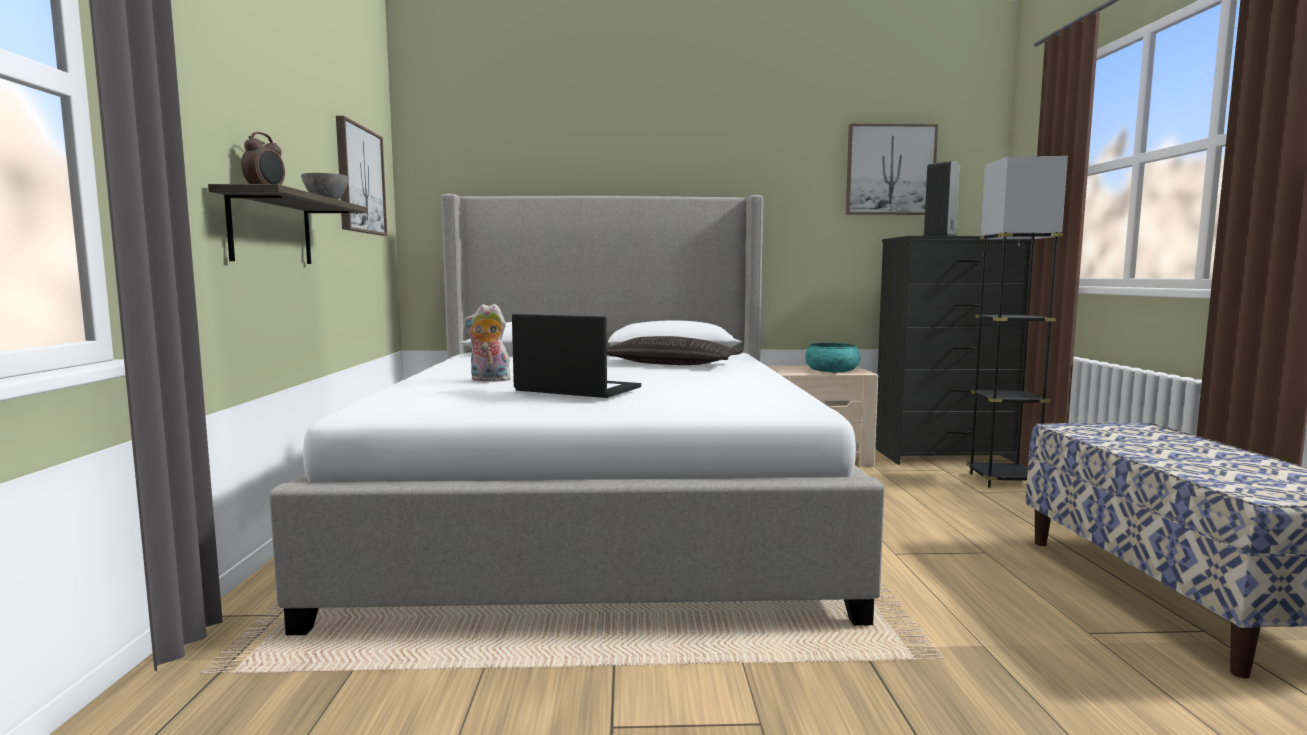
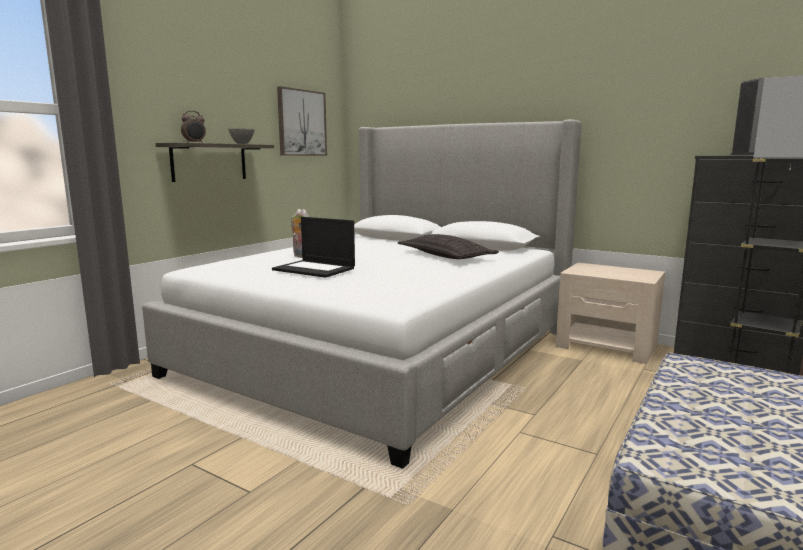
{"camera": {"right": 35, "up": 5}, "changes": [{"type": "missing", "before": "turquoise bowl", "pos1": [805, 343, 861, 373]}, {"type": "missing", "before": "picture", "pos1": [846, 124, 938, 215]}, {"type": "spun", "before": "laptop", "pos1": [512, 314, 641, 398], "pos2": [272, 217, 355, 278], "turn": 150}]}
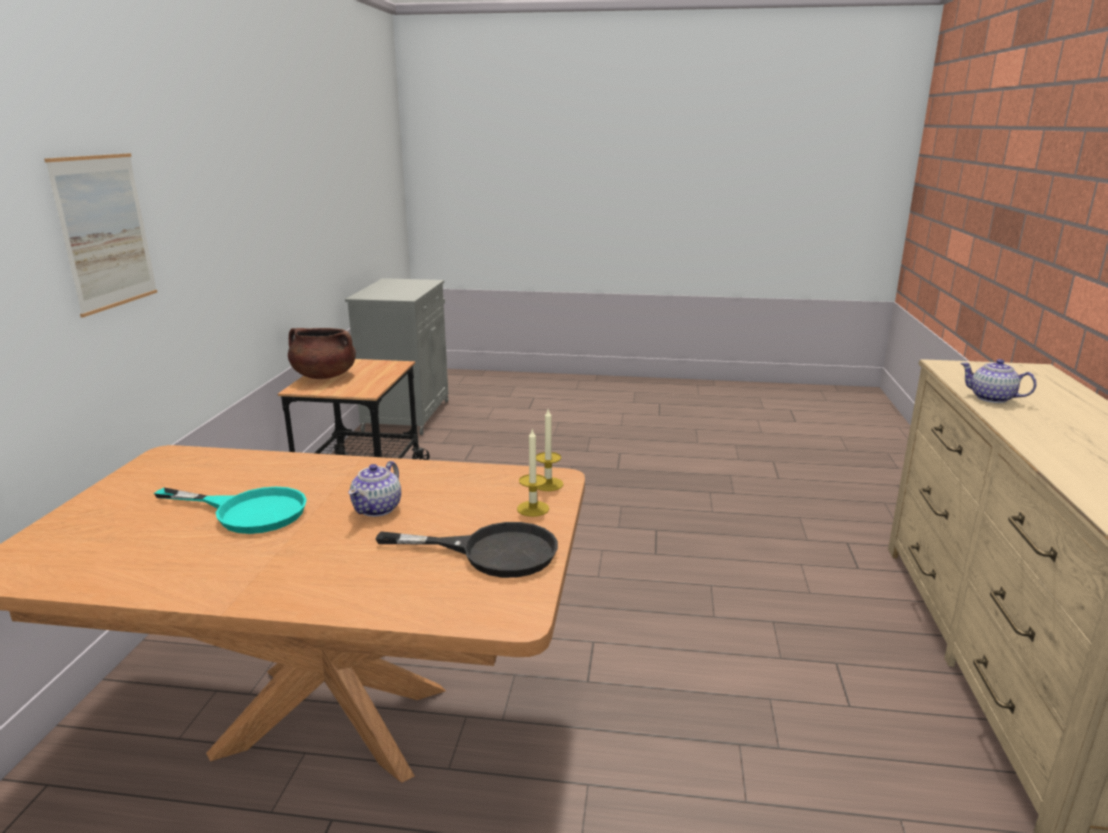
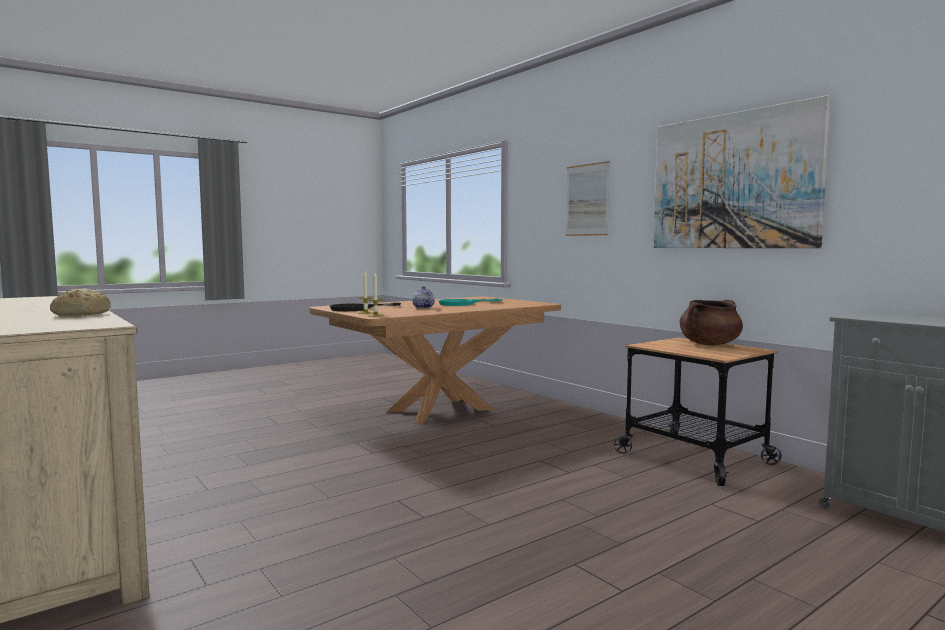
{"camera": {"right": 135, "up": -15}, "changes": [{"type": "appeared", "after": "picture", "pos2": [653, 95, 831, 248]}, {"type": "exchanged", "before": "teapot", "after": "bread", "pos1": [960, 359, 1037, 403], "pos2": [50, 288, 111, 315]}]}
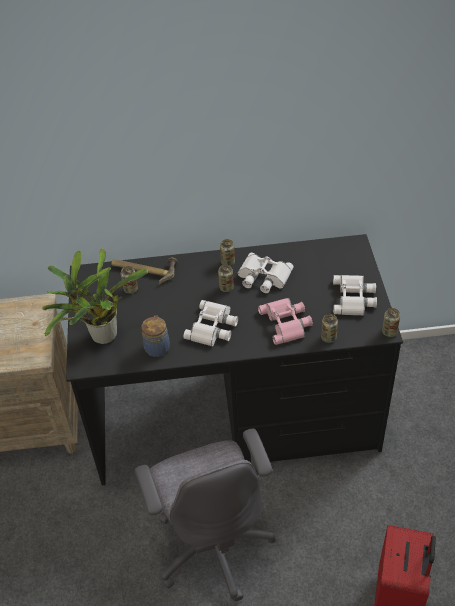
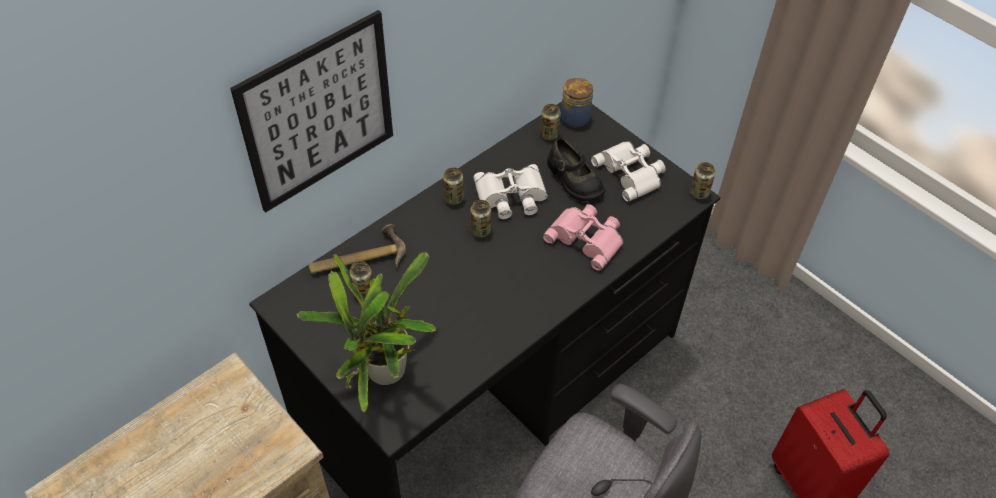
{"camera": {"right": -40, "up": 5}, "changes": [{"type": "missing", "before": "white binoculars", "pos1": [183, 300, 238, 347]}, {"type": "appeared", "after": "picture", "pos2": [230, 10, 393, 212]}, {"type": "appeared", "after": "black shoe", "pos2": [547, 137, 605, 201]}, {"type": "relocated", "before": "jar", "pos1": [141, 316, 170, 357], "pos2": [560, 78, 593, 127]}, {"type": "relocated", "before": "can", "pos1": [321, 314, 338, 343], "pos2": [540, 104, 561, 140]}]}
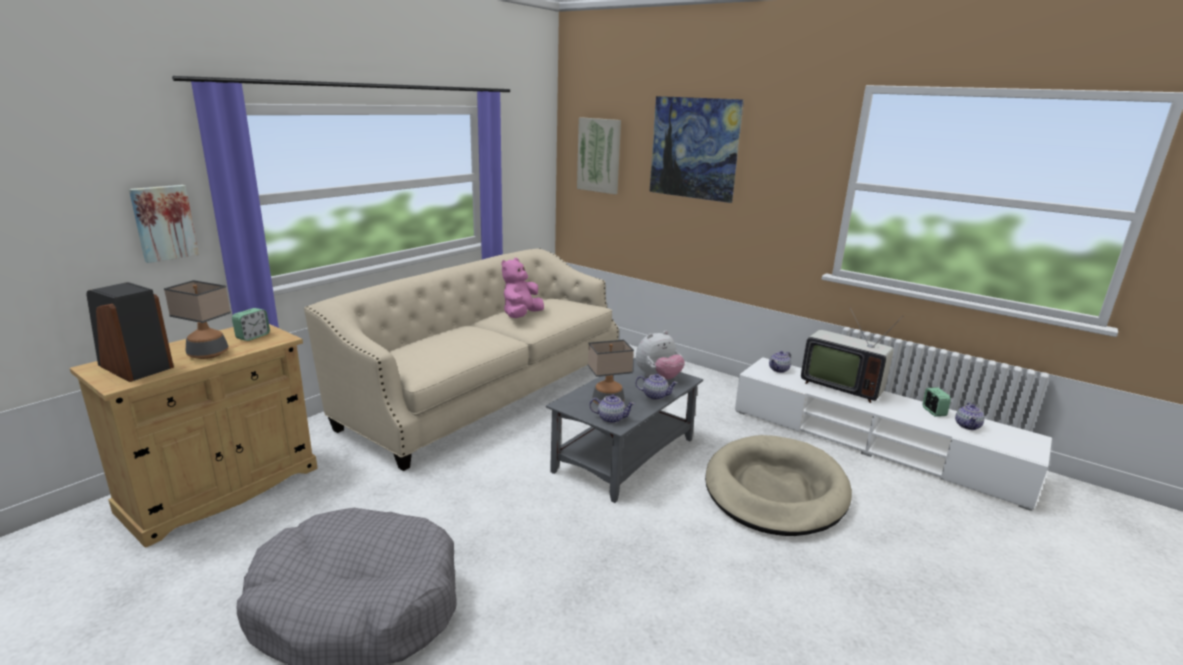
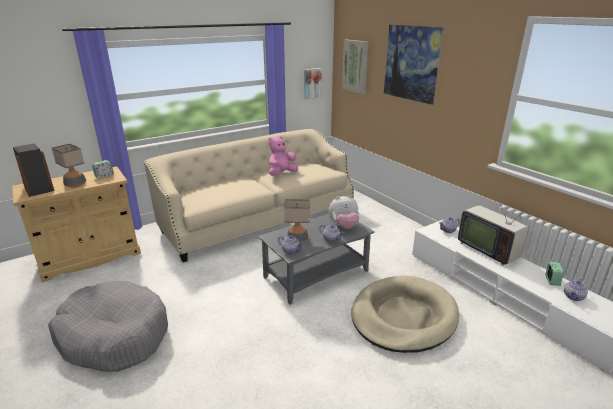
{"camera": {"right": 20, "up": 5}, "changes": [{"type": "relocated", "before": "picture", "pos1": [129, 185, 199, 263], "pos2": [304, 68, 322, 99]}]}
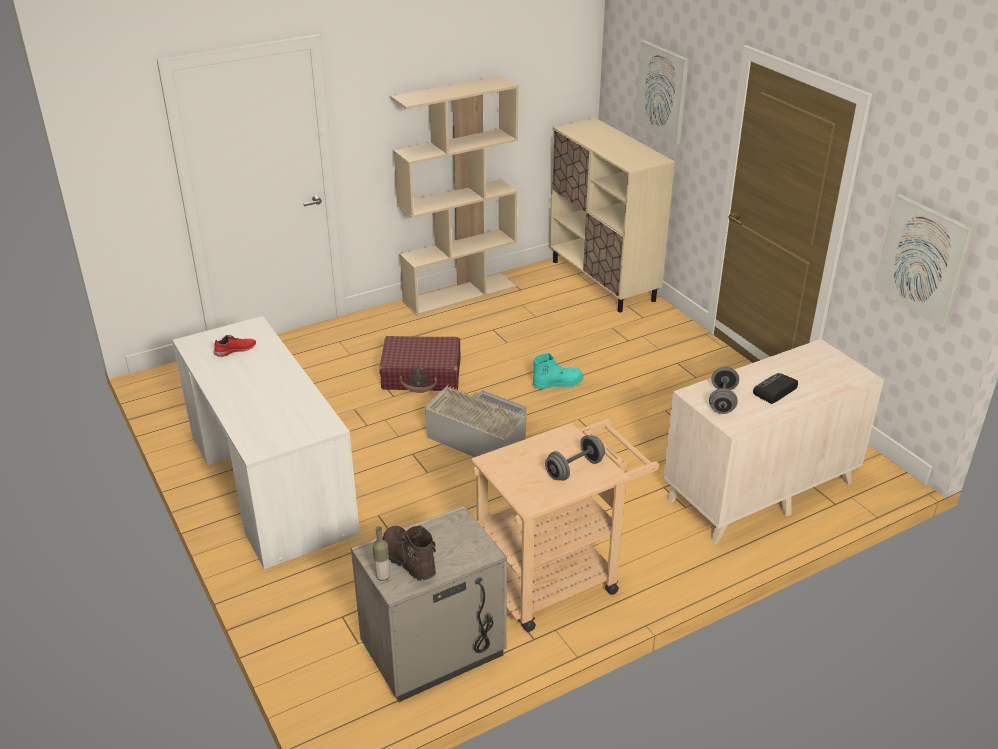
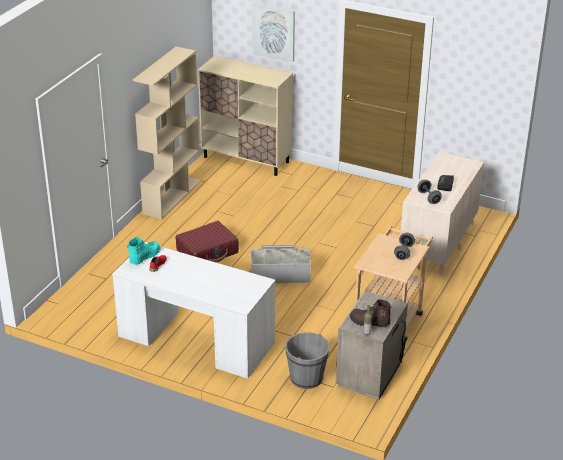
{"camera": {"right": -35, "up": 0}, "changes": [{"type": "missing", "before": "picture", "pos1": [874, 194, 974, 328]}, {"type": "appeared", "after": "grey bucket", "pos2": [285, 332, 330, 389]}, {"type": "relocated", "before": "turquoise boot", "pos1": [532, 353, 583, 389], "pos2": [127, 237, 161, 265]}]}
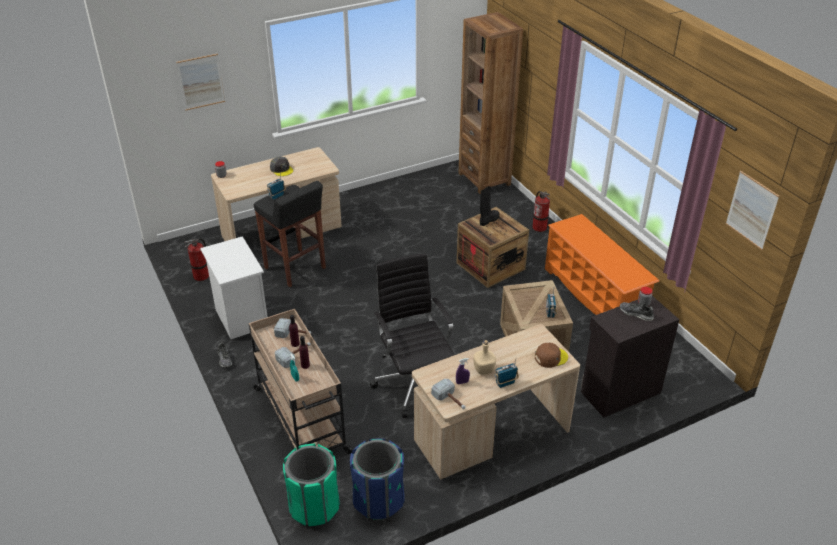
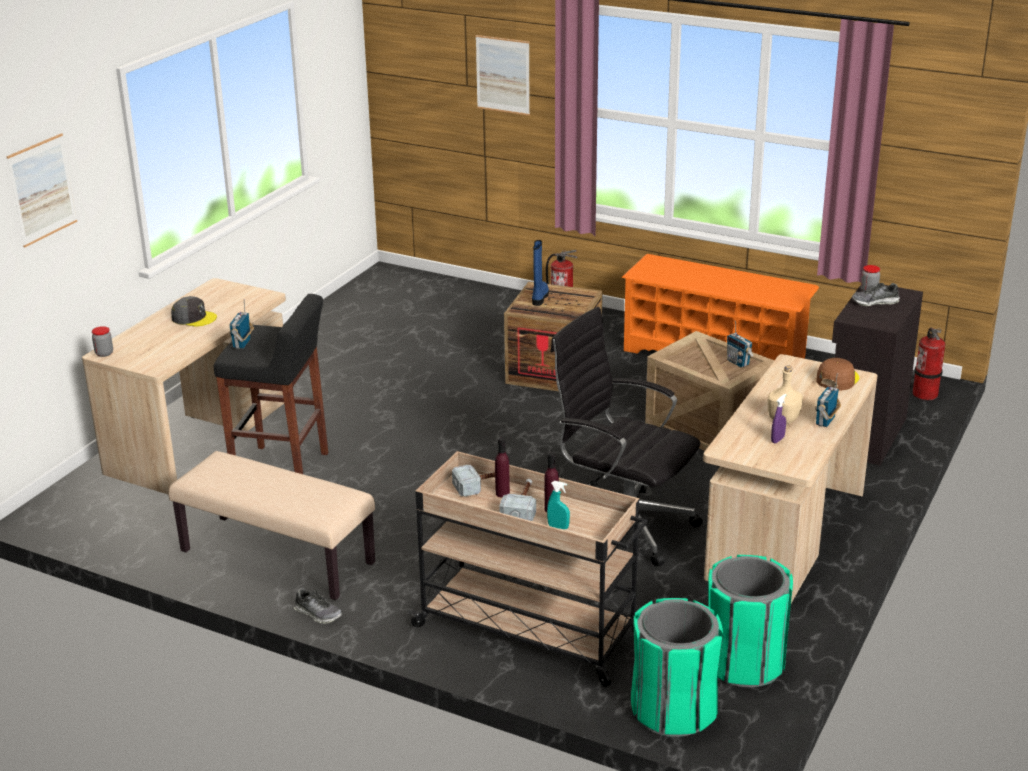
{"camera": {"right": -35, "up": -10}, "changes": [{"type": "missing", "before": "hammer", "pos1": [431, 379, 466, 409]}, {"type": "missing", "before": "brown bookcase", "pos1": [458, 12, 523, 194]}, {"type": "relocated", "before": "fire extinguisher", "pos1": [184, 238, 209, 281], "pos2": [913, 328, 945, 400]}, {"type": "relocated", "before": "picture", "pos1": [726, 171, 779, 250], "pos2": [475, 35, 530, 116]}, {"type": "exchanged", "before": "white nightstand", "after": "beige bench", "pos1": [200, 236, 268, 339], "pos2": [168, 451, 375, 600]}, {"type": "colour", "before": "blue trash can", "after": "green trash can", "pos1": [350, 439, 405, 520], "pos2": [708, 555, 793, 687]}, {"type": "colour", "before": "black boot", "after": "blue boot", "pos1": [480, 186, 500, 226], "pos2": [532, 240, 549, 306]}]}
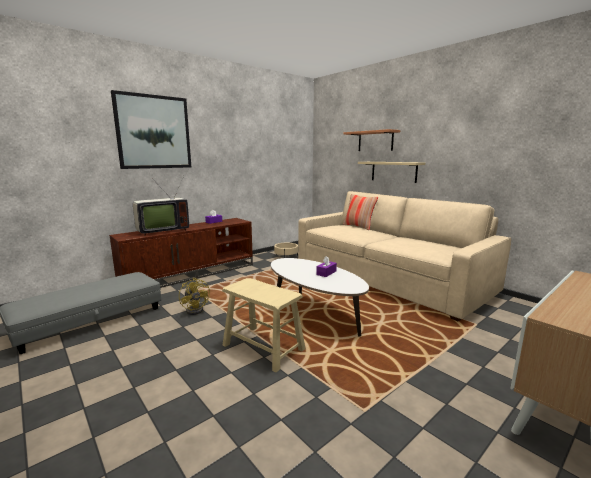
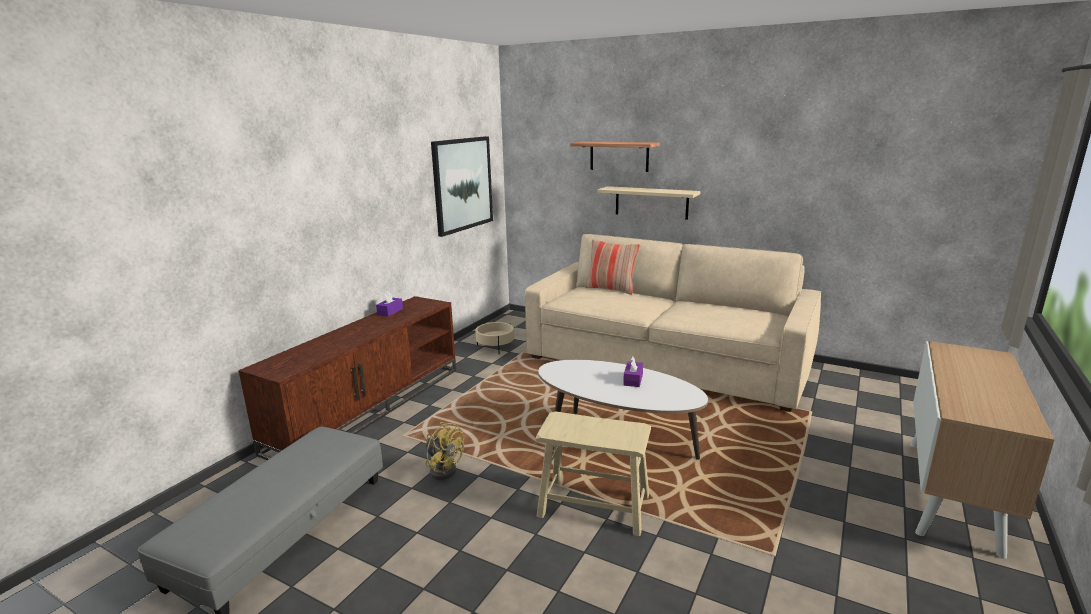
{"camera": {"right": -20, "up": 5}, "changes": [{"type": "missing", "before": "television", "pos1": [133, 176, 189, 236]}, {"type": "relocated", "before": "picture", "pos1": [111, 90, 191, 169], "pos2": [431, 136, 493, 237]}]}
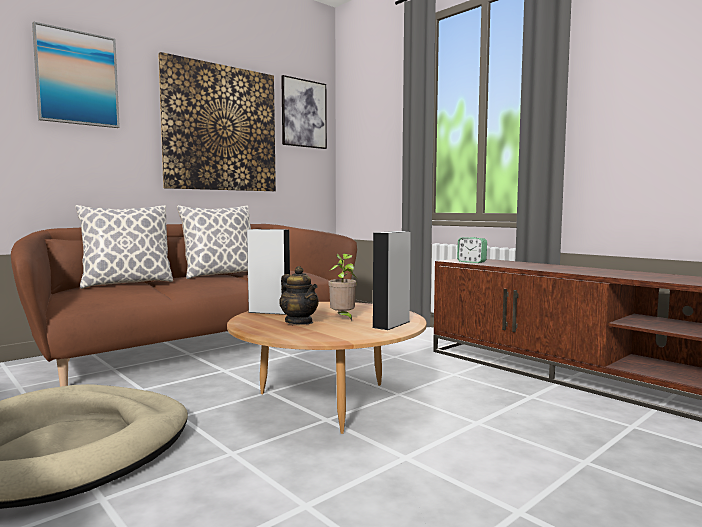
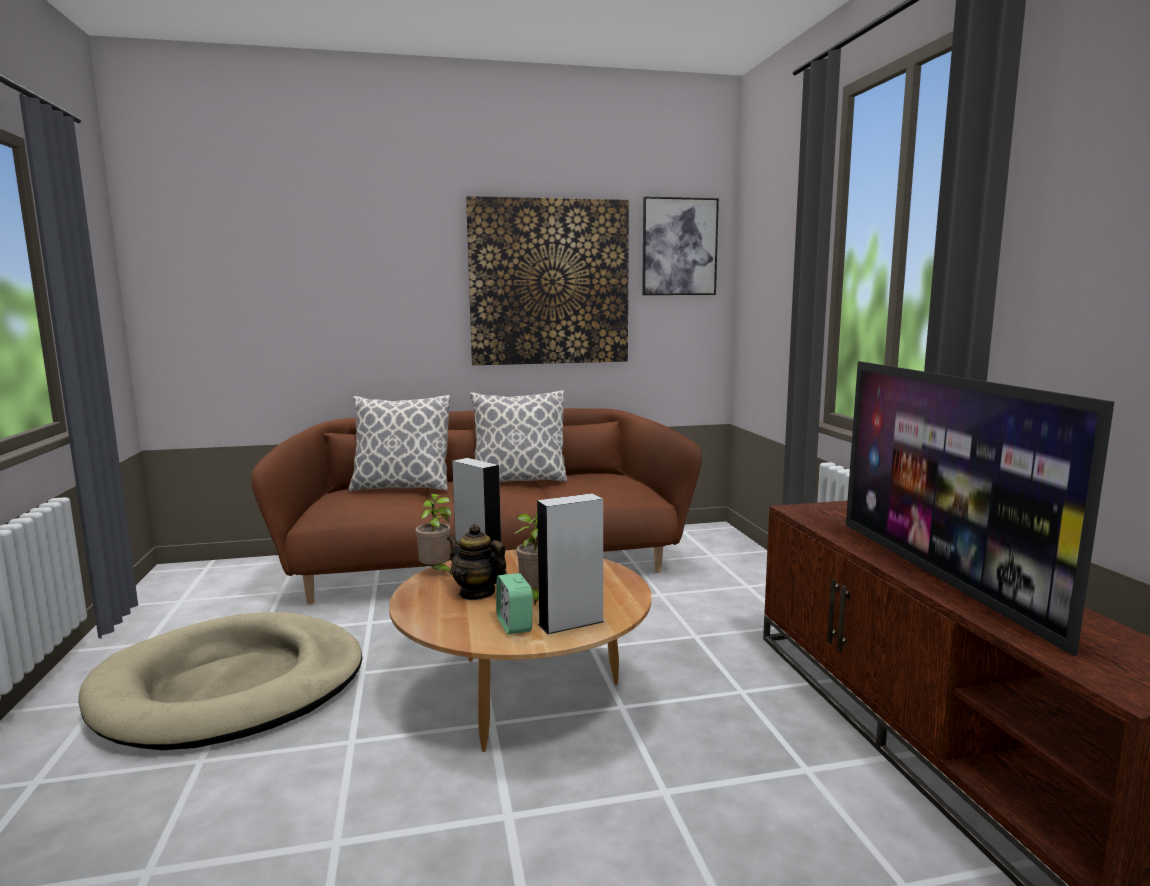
{"camera": {"right": 30, "up": 5}, "changes": [{"type": "missing", "before": "picture", "pos1": [32, 21, 120, 128]}, {"type": "appeared", "after": "potted plant", "pos2": [415, 494, 452, 576]}, {"type": "appeared", "after": "television", "pos2": [846, 361, 1114, 656]}, {"type": "relocated", "before": "alarm clock", "pos1": [457, 237, 487, 263], "pos2": [496, 573, 533, 634]}, {"type": "spun", "before": "teapot", "pos1": [279, 266, 319, 324], "pos2": [447, 524, 507, 600], "turn": 135}]}
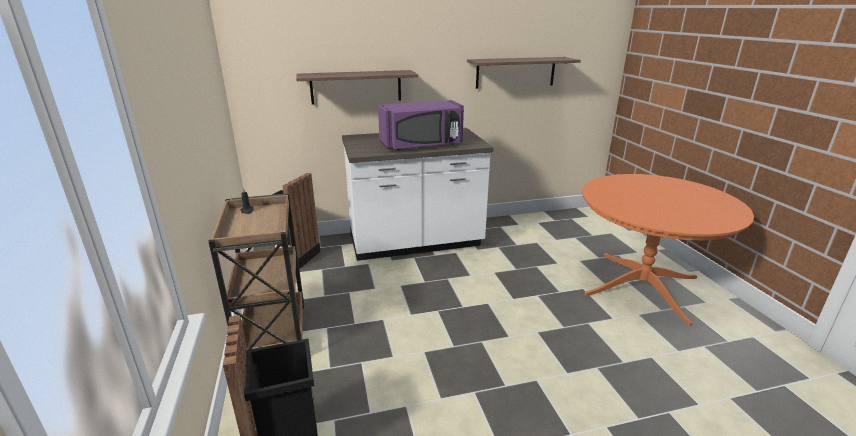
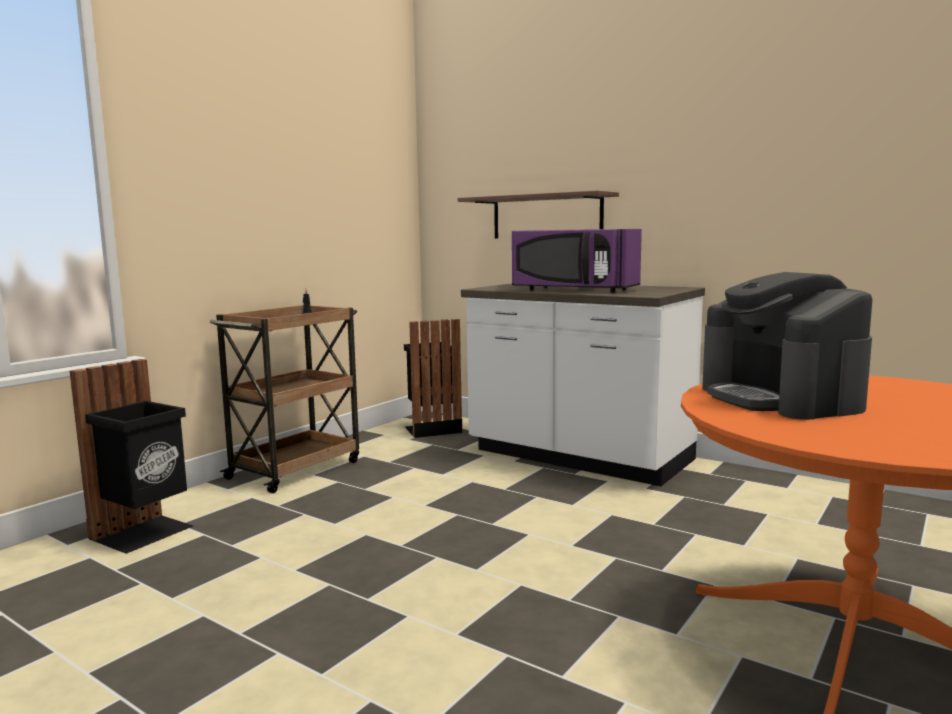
{"camera": {"right": 50, "up": -15}, "changes": [{"type": "missing", "before": "shelf", "pos1": [467, 57, 581, 89]}, {"type": "appeared", "after": "coffee machine", "pos2": [702, 272, 872, 420]}]}
